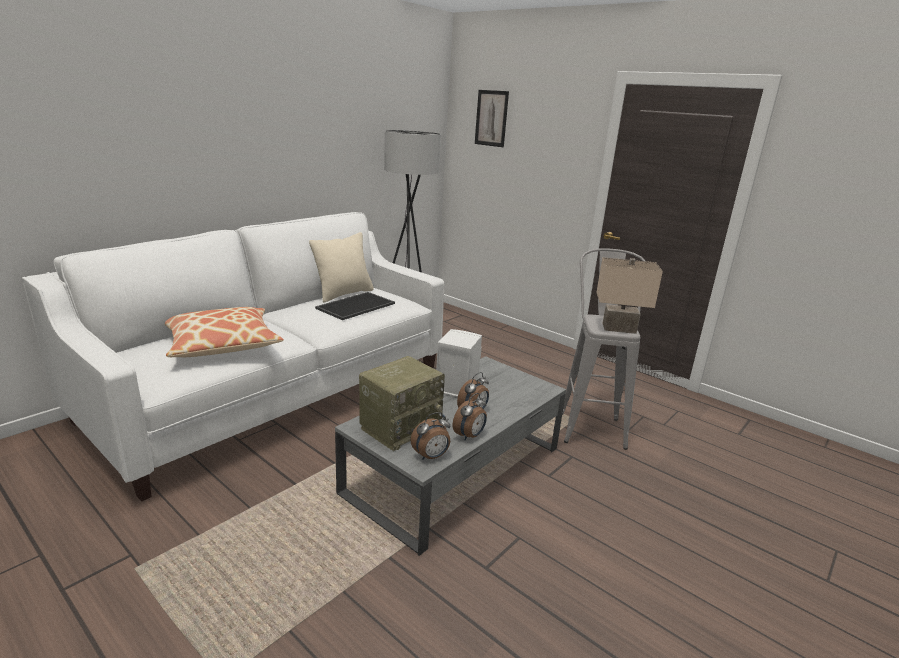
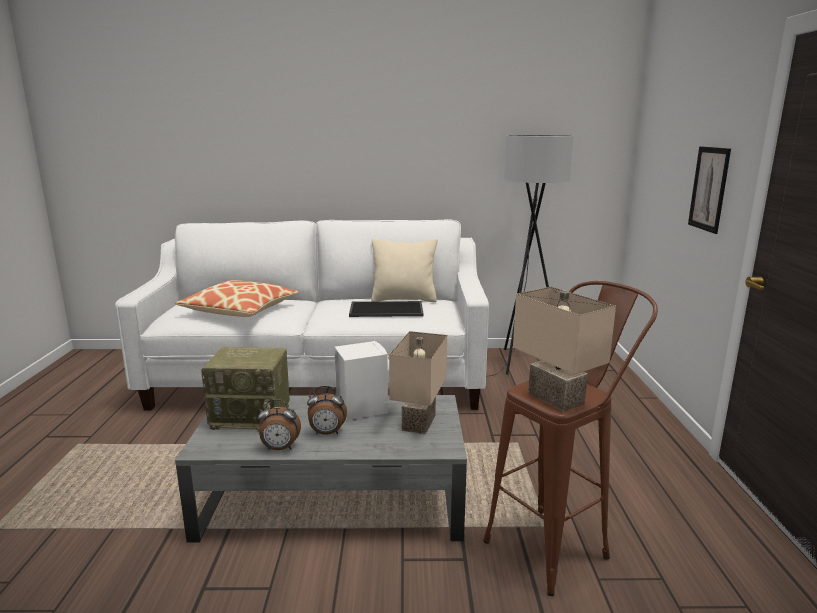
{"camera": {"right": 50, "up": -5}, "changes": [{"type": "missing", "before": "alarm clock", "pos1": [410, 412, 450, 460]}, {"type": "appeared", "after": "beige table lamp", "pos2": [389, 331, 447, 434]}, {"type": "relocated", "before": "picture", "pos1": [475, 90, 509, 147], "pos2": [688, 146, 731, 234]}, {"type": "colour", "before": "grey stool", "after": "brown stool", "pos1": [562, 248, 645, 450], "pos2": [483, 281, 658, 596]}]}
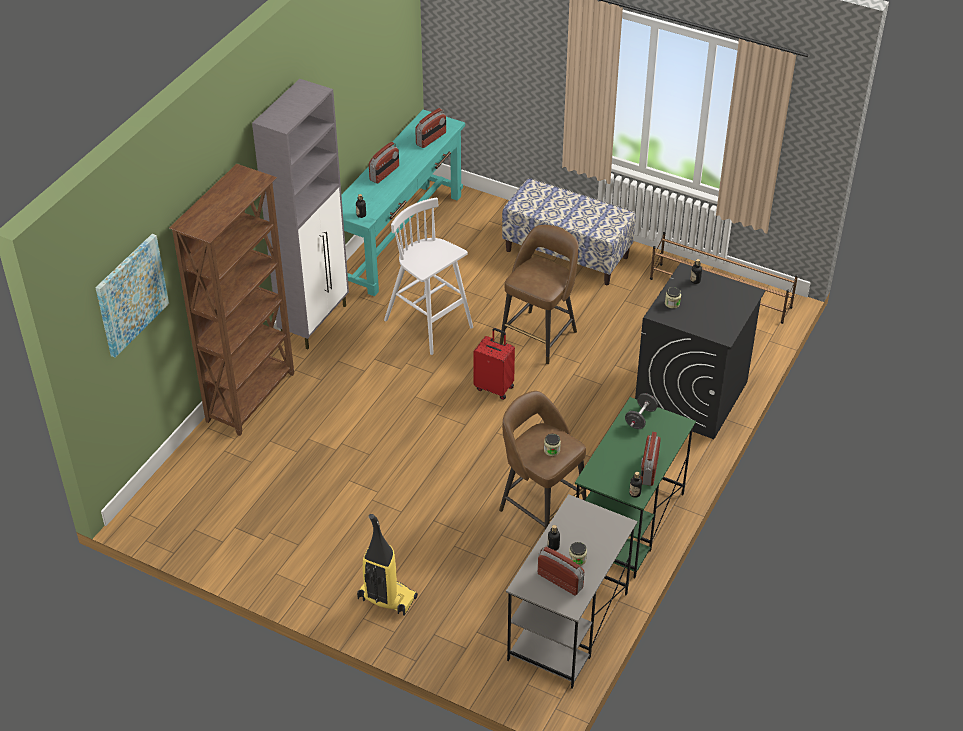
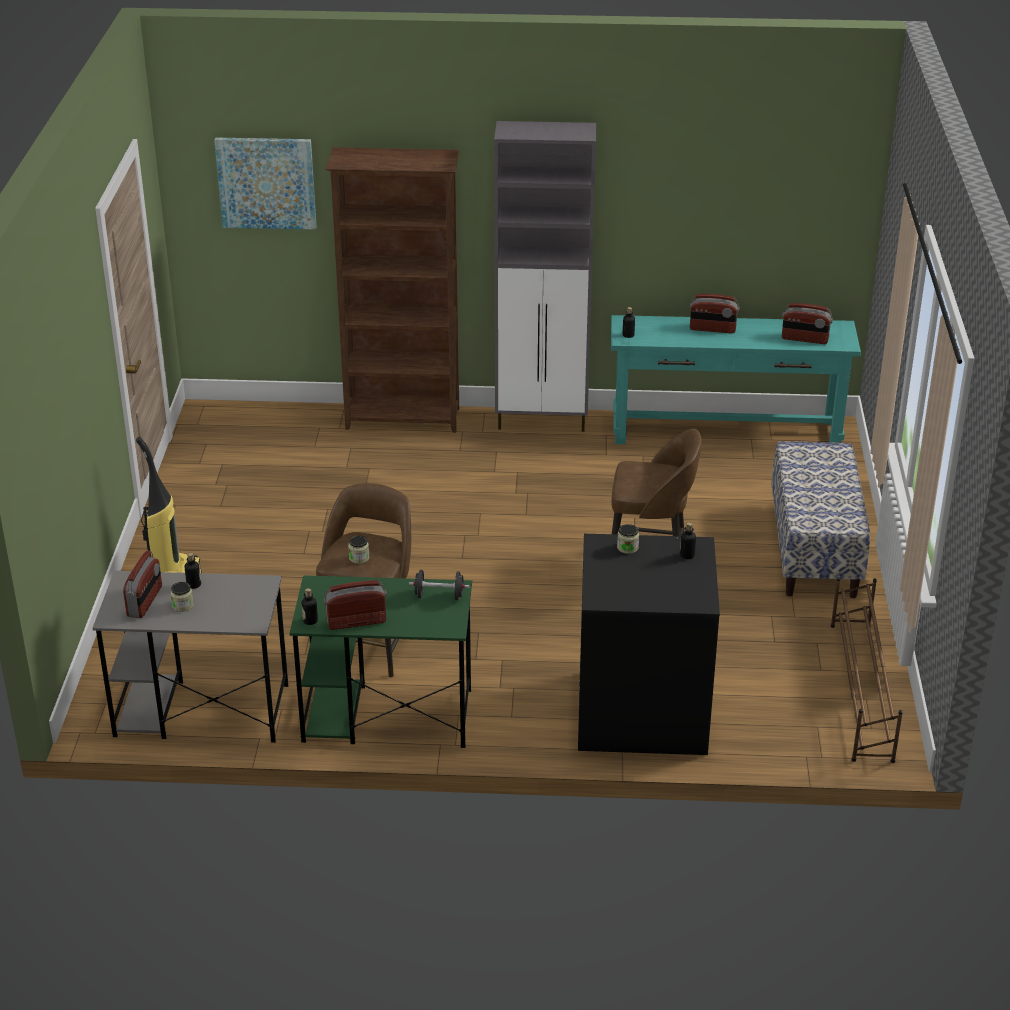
{"camera": {"right": 65, "up": -10}, "changes": [{"type": "missing", "before": "white stool", "pos1": [384, 198, 473, 355]}, {"type": "missing", "before": "red suitcase", "pos1": [473, 328, 515, 400]}]}
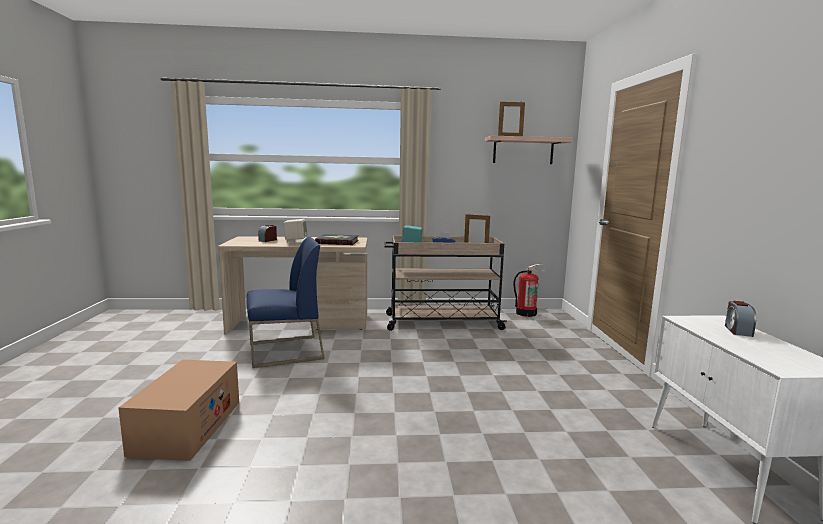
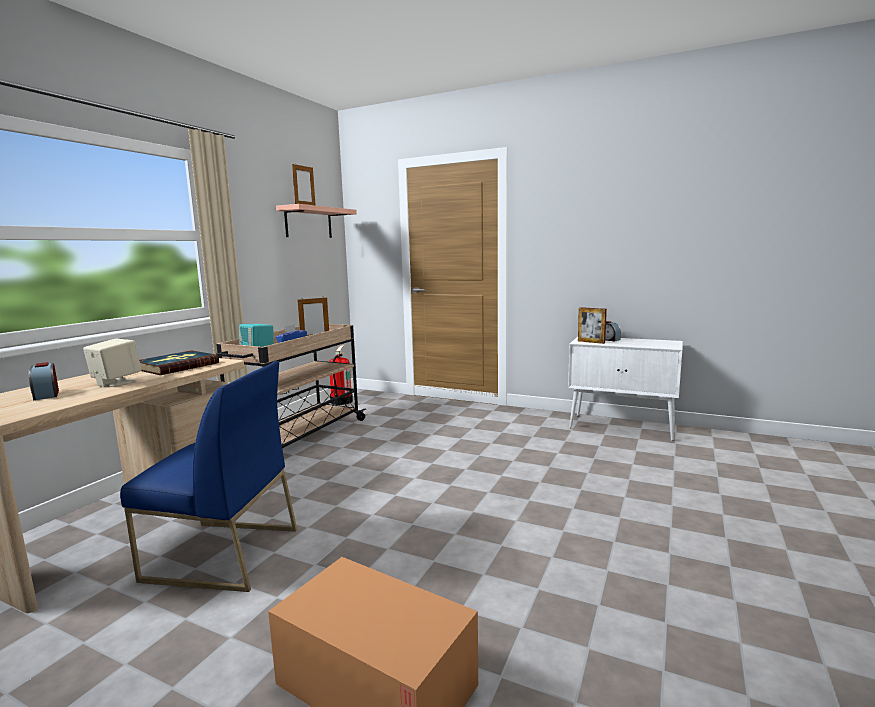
{"camera": {"right": -60, "up": 0}, "changes": [{"type": "appeared", "after": "picture frame", "pos2": [578, 307, 607, 344]}, {"type": "spun", "before": "blue chair", "pos1": [246, 236, 325, 368], "pos2": [120, 361, 297, 592], "turn": 90}]}
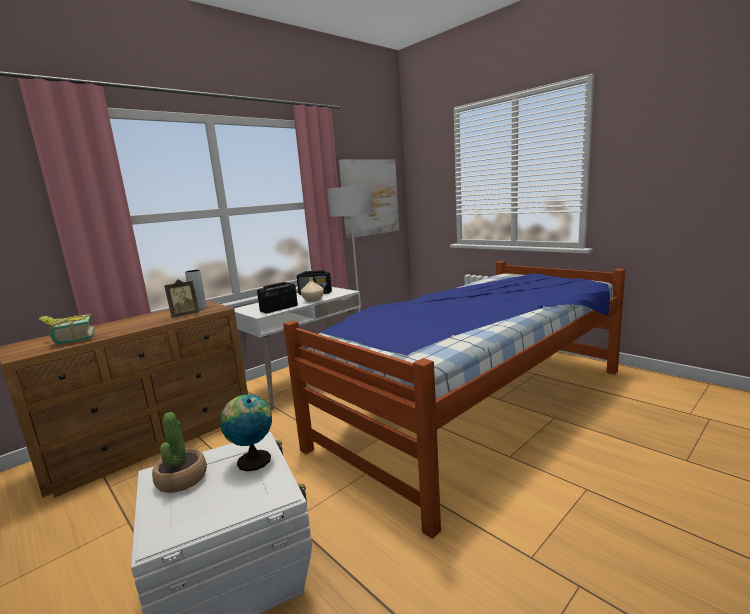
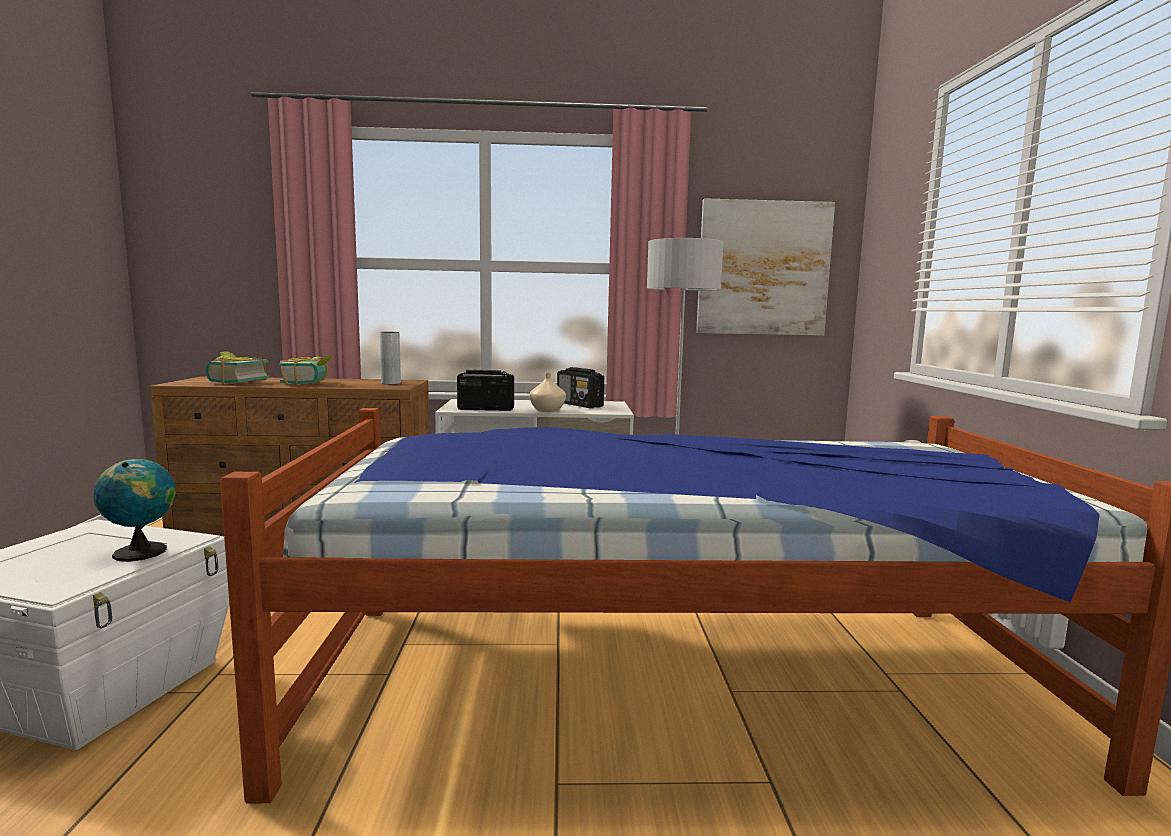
{"camera": {"right": 40, "up": -5}, "changes": [{"type": "missing", "before": "potted plant", "pos1": [152, 412, 207, 493]}, {"type": "missing", "before": "picture frame", "pos1": [164, 279, 199, 318]}, {"type": "appeared", "after": "book", "pos2": [279, 355, 333, 386]}]}
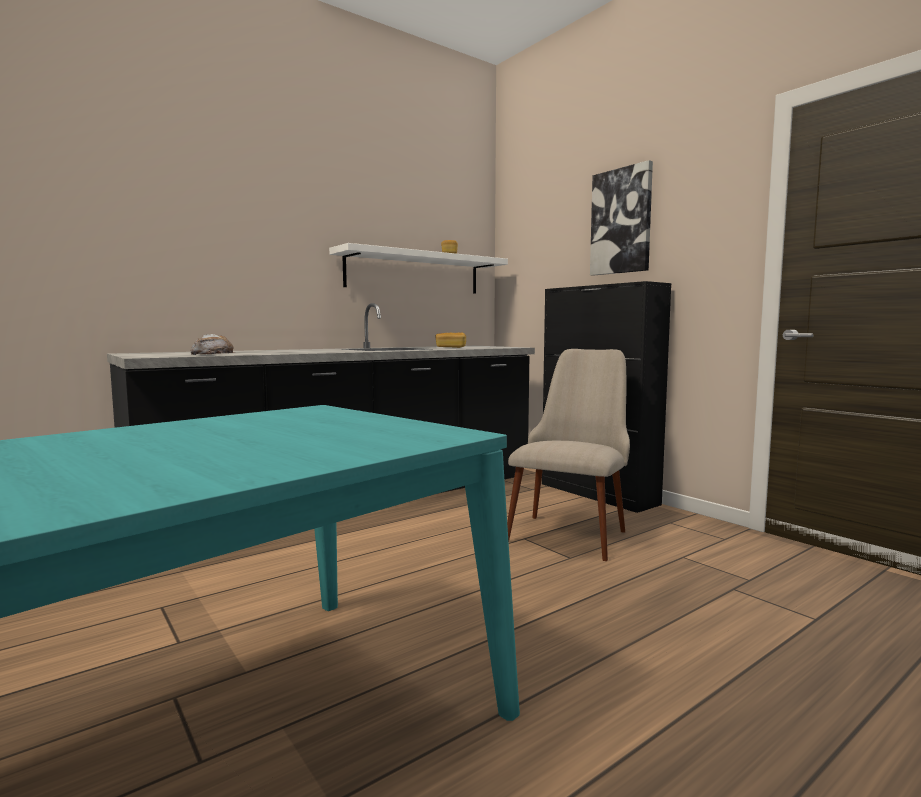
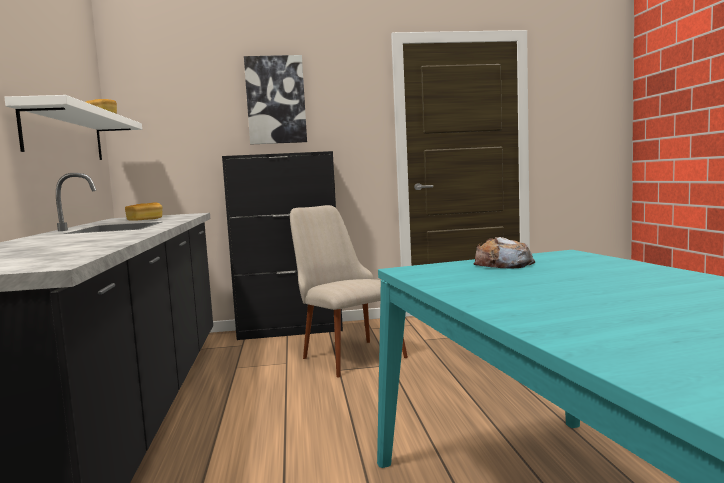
{"camera": {"right": -60, "up": 0}, "changes": [{"type": "relocated", "before": "bread", "pos1": [190, 334, 236, 355], "pos2": [474, 237, 535, 269]}]}
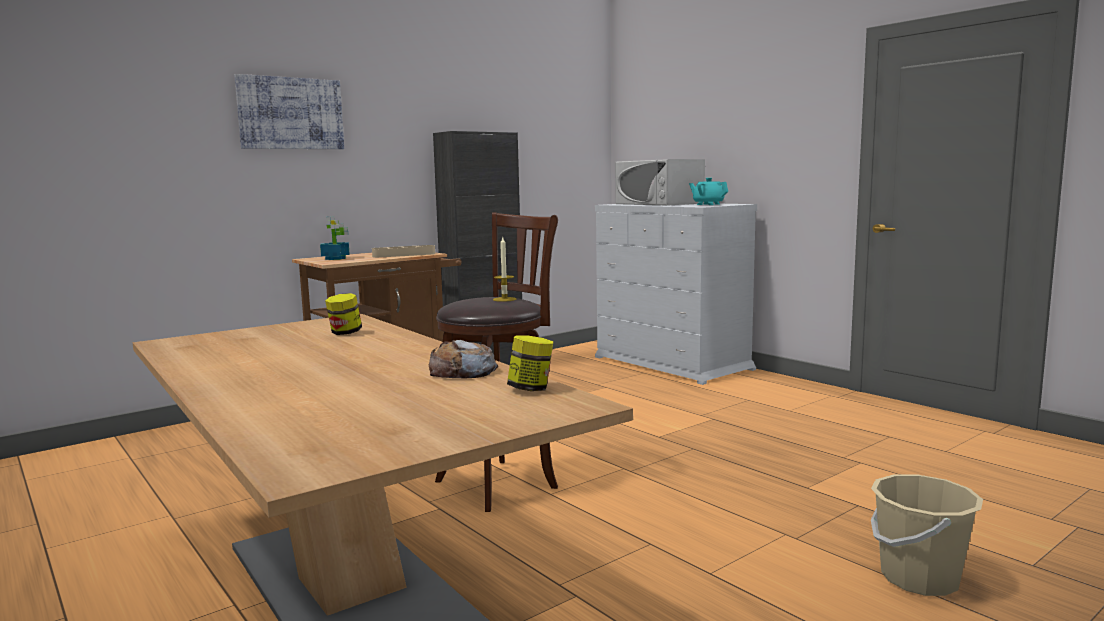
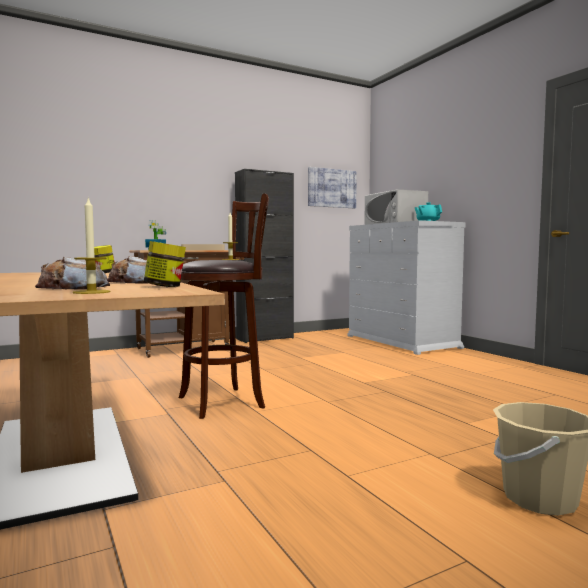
{"camera": {"right": 10, "up": -5}, "changes": [{"type": "appeared", "after": "bread", "pos2": [35, 257, 110, 289]}, {"type": "appeared", "after": "candle", "pos2": [73, 197, 111, 294]}, {"type": "relocated", "before": "picture", "pos1": [234, 74, 344, 149], "pos2": [308, 167, 357, 208]}]}
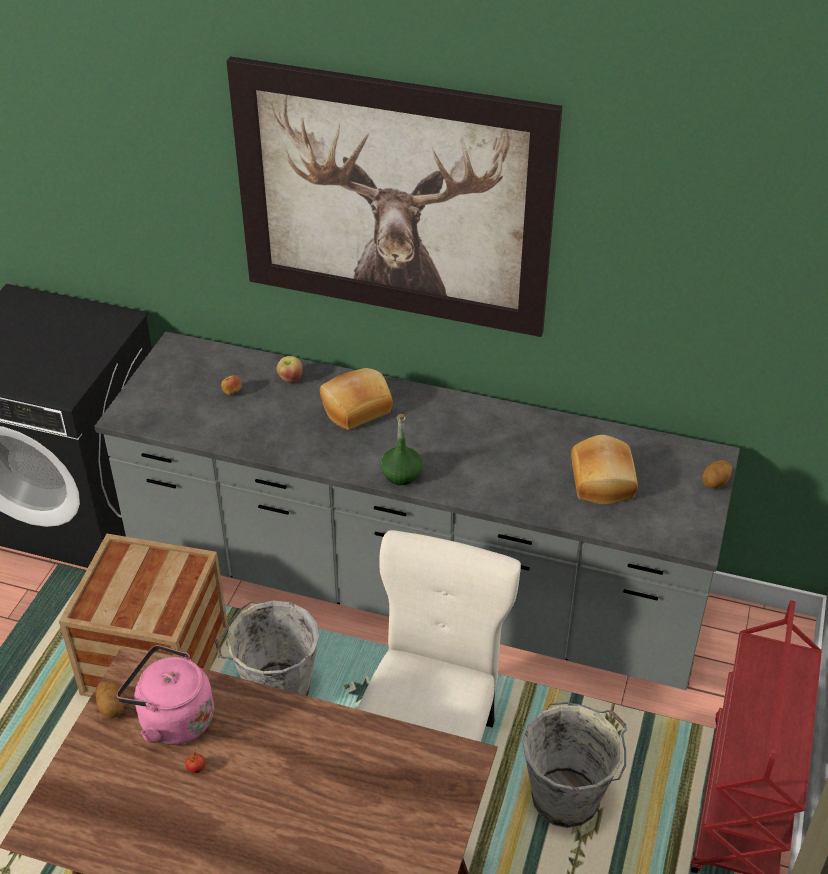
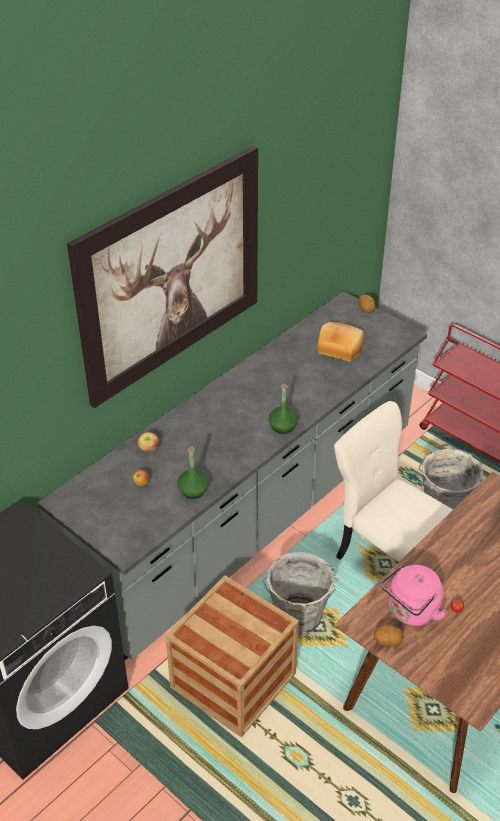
{"camera": {"right": -65, "up": 0}, "changes": [{"type": "missing", "before": "bread", "pos1": [320, 368, 393, 430]}, {"type": "appeared", "after": "green bottle", "pos2": [177, 447, 209, 499]}]}
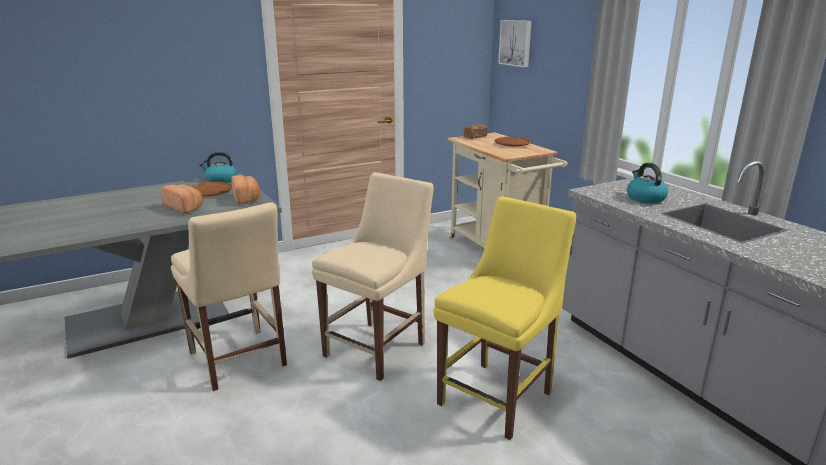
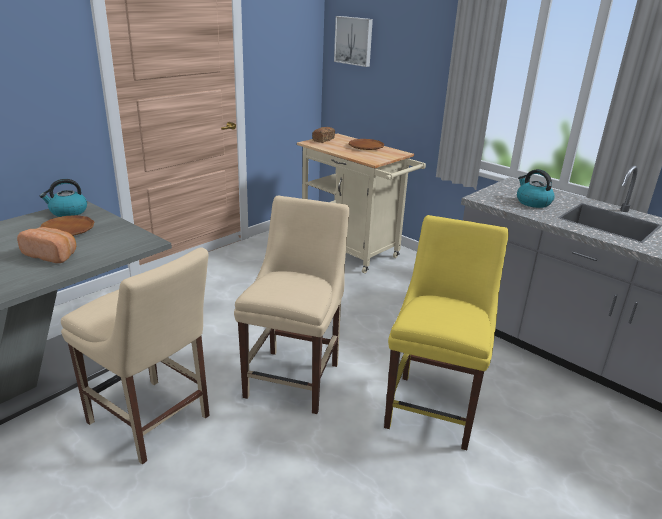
{"camera": {"right": -20, "up": 5}, "changes": [{"type": "missing", "before": "bread", "pos1": [231, 175, 260, 204]}]}
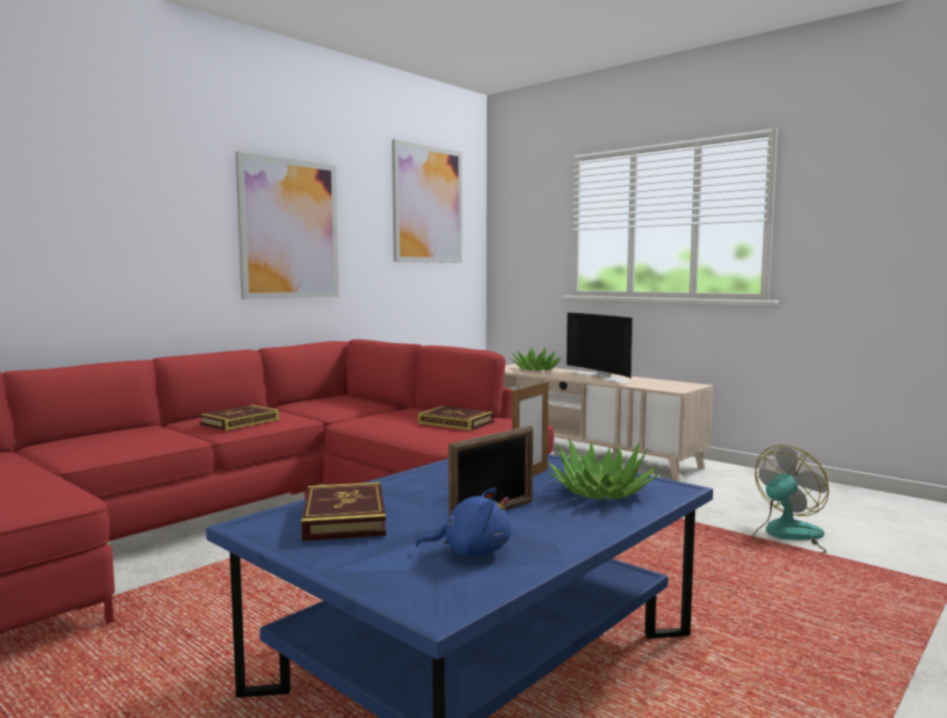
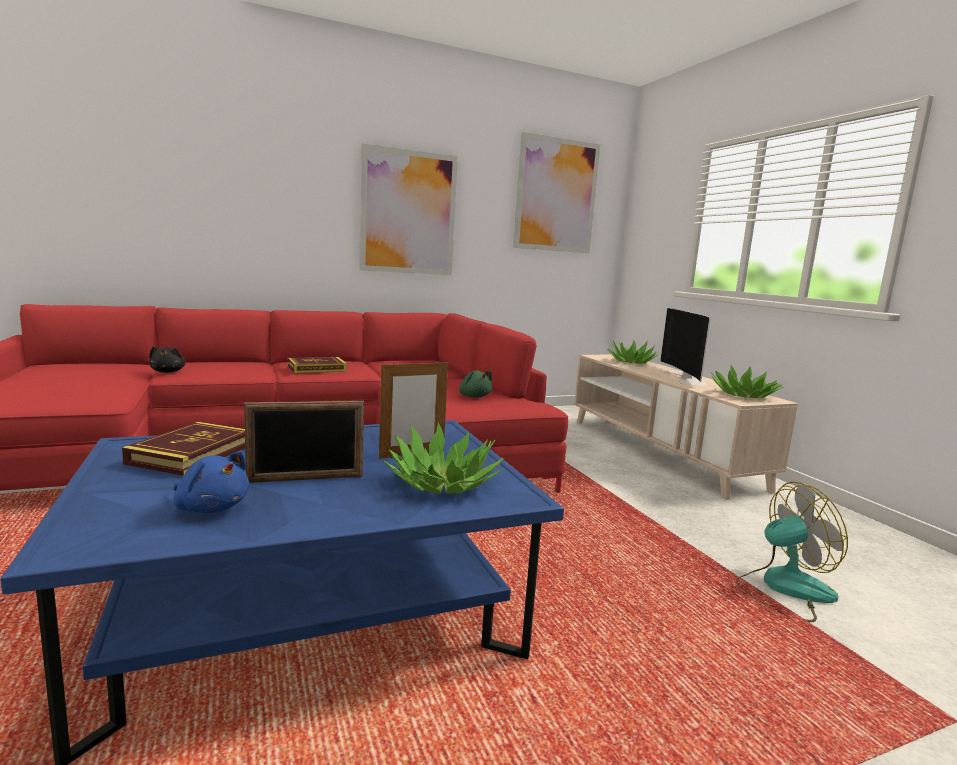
{"camera": {"right": 25, "up": 5}, "changes": [{"type": "appeared", "after": "black plush toy", "pos2": [149, 346, 185, 373]}, {"type": "appeared", "after": "potted plant", "pos2": [711, 365, 783, 398]}, {"type": "exchanged", "before": "book", "after": "green plush toy", "pos1": [418, 406, 494, 431], "pos2": [459, 370, 492, 398]}]}
